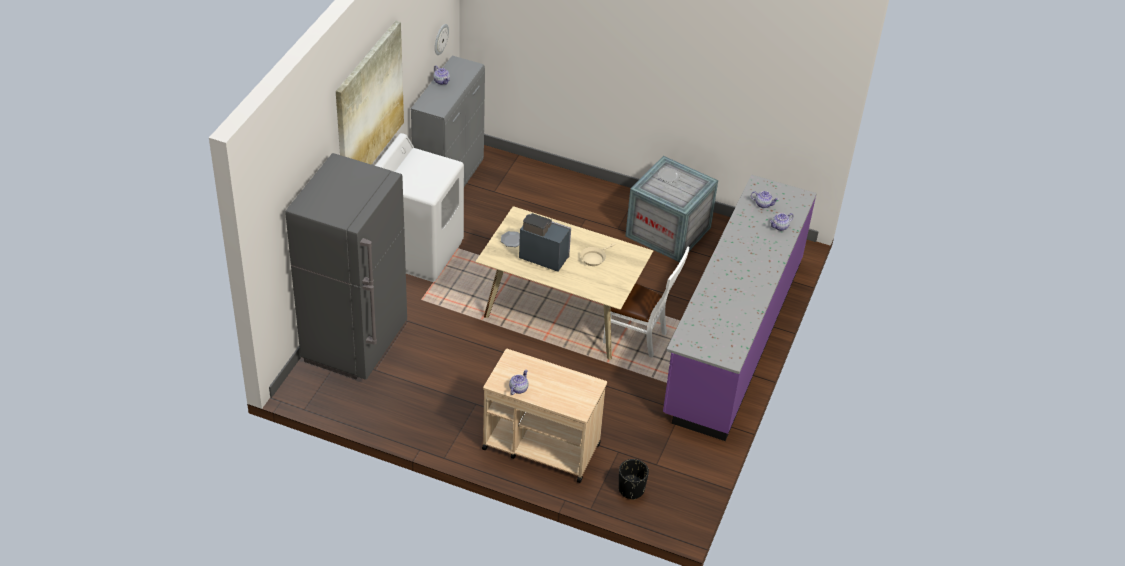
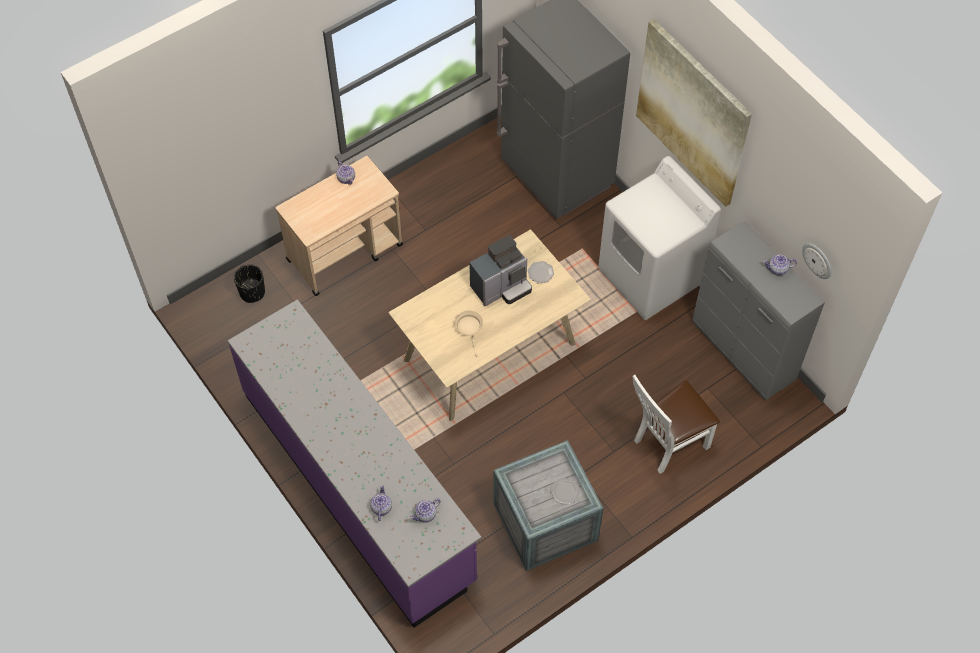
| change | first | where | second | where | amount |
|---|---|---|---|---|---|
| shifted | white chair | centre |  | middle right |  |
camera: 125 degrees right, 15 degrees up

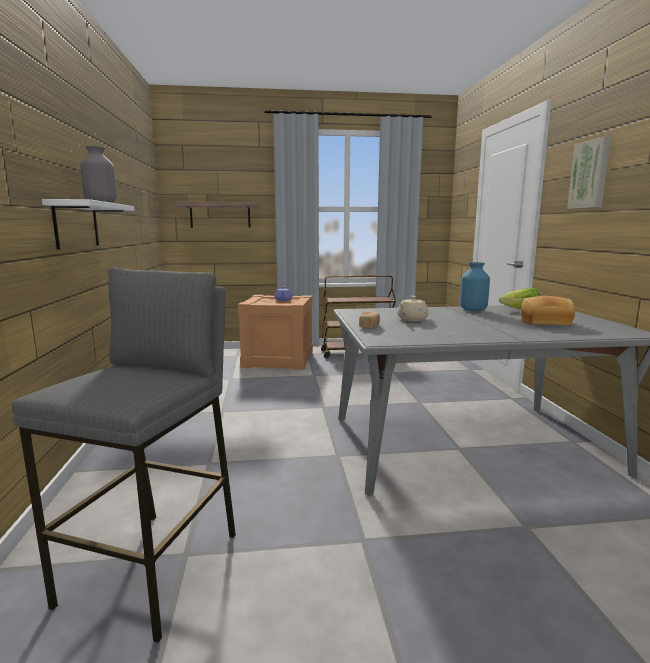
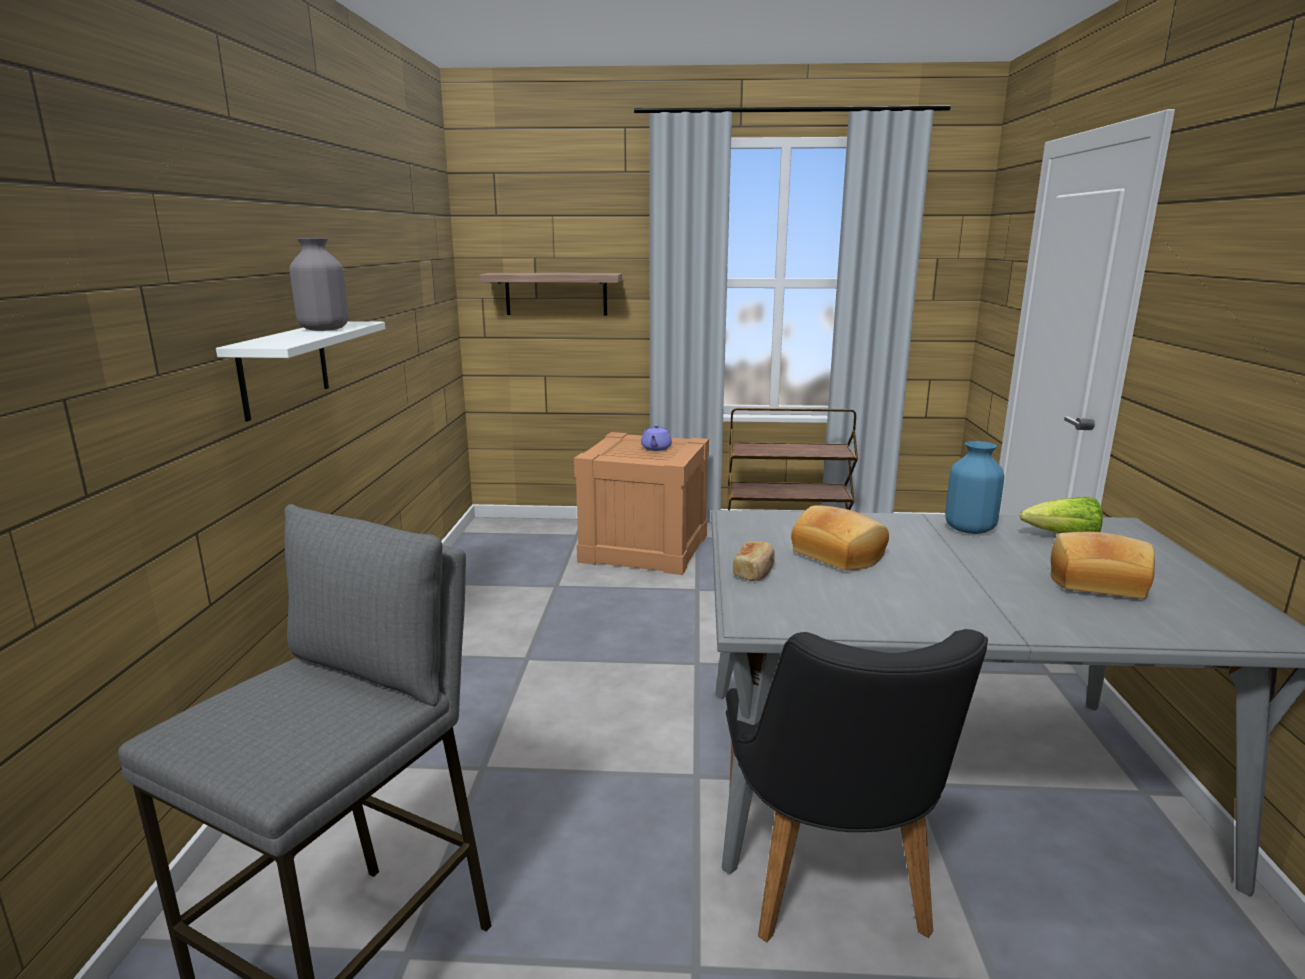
| change | first | where | second | where | amount |
|---|---|---|---|---|---|
| new |  |  | black chair | bottom centre |  |
| swapped | beige teapot | centre | bread (no. 2 from left) | centre |  |
| gone | picture | top right |  |  |  |
camera: 10 degrees right, 5 degrees up

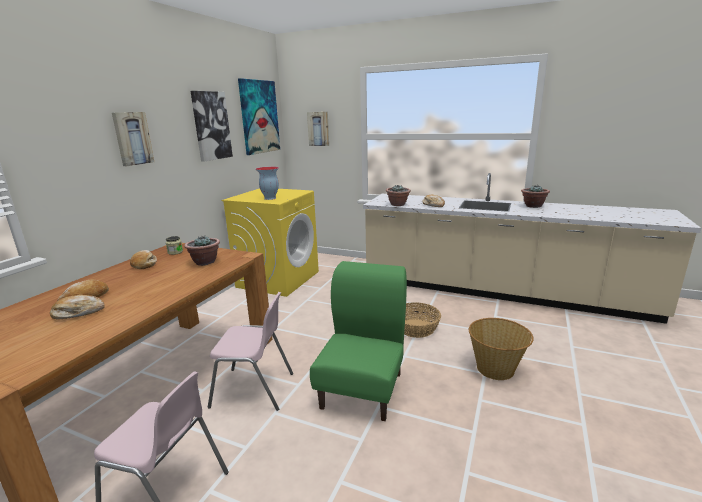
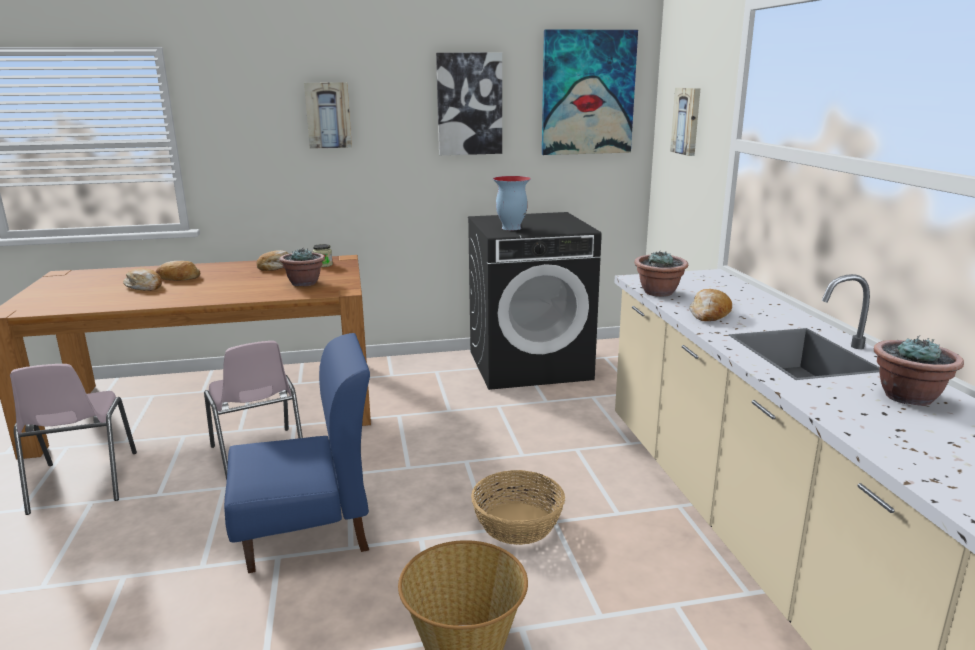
| change | first | where | second | where | amount |
|---|---|---|---|---|---|
| repainted | green chair | bottom centre | blue chair | bottom left |  |
| repainted | yellow washing machine | centre | black washing machine | centre |  |
camera: 55 degrees right, 0 degrees up

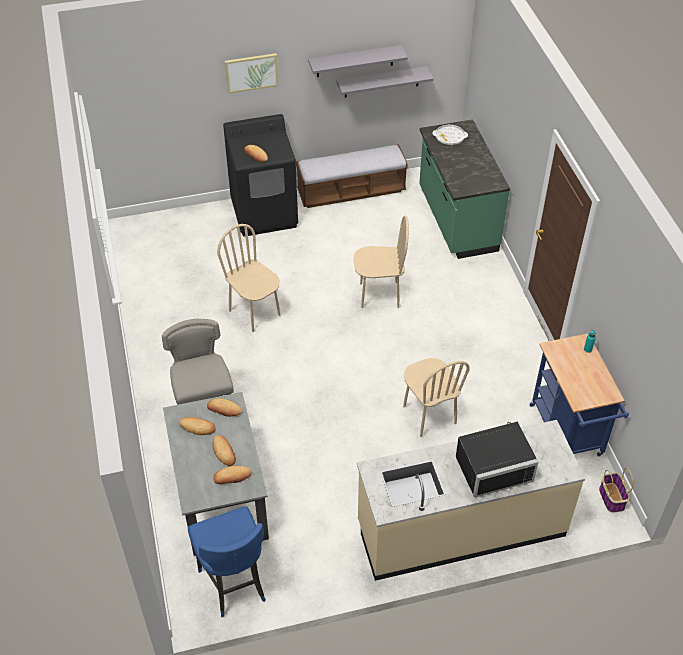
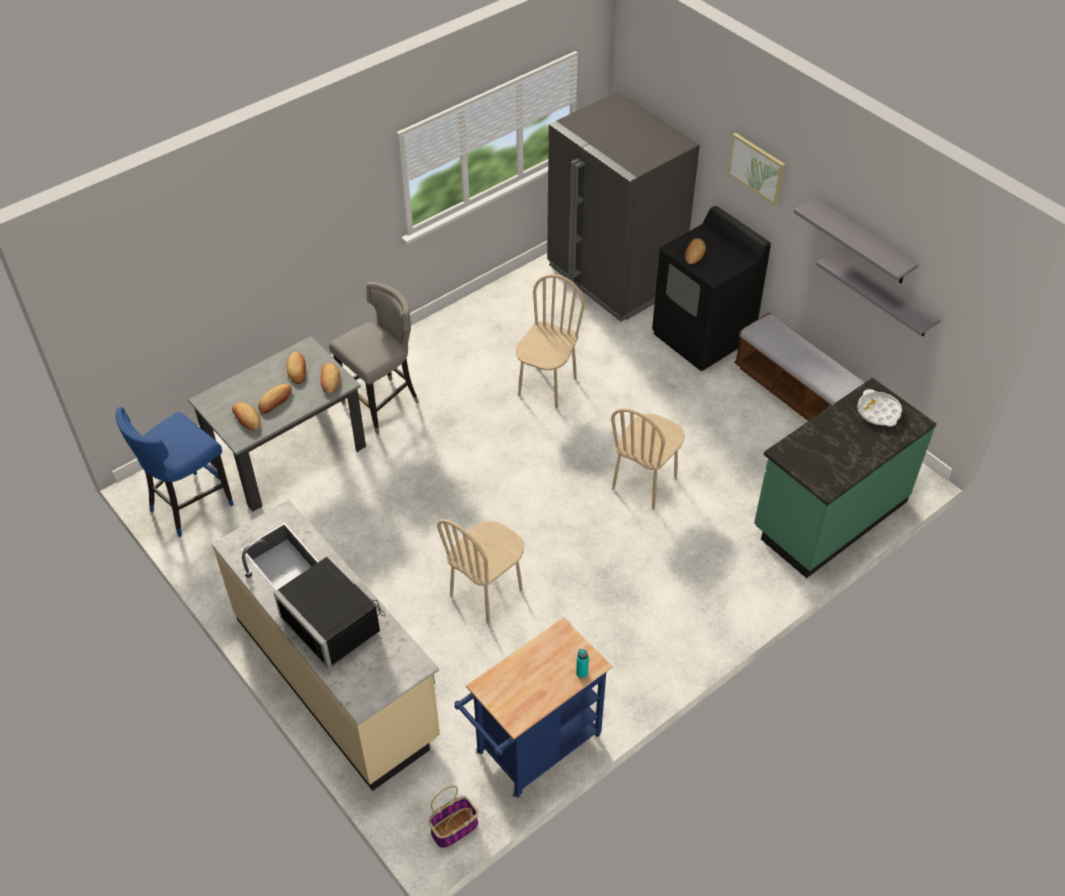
| change | first | where | second | where | amount |
|---|---|---|---|---|---|
| new |  |  | grey fridge | top centre |  |
| rotated | beige chair (no. 2 from left in the first image) | centre | beige chair (no. 3 from left) | centre | 60 degrees clockwise |
camera: 65 degrees right, 0 degrees up

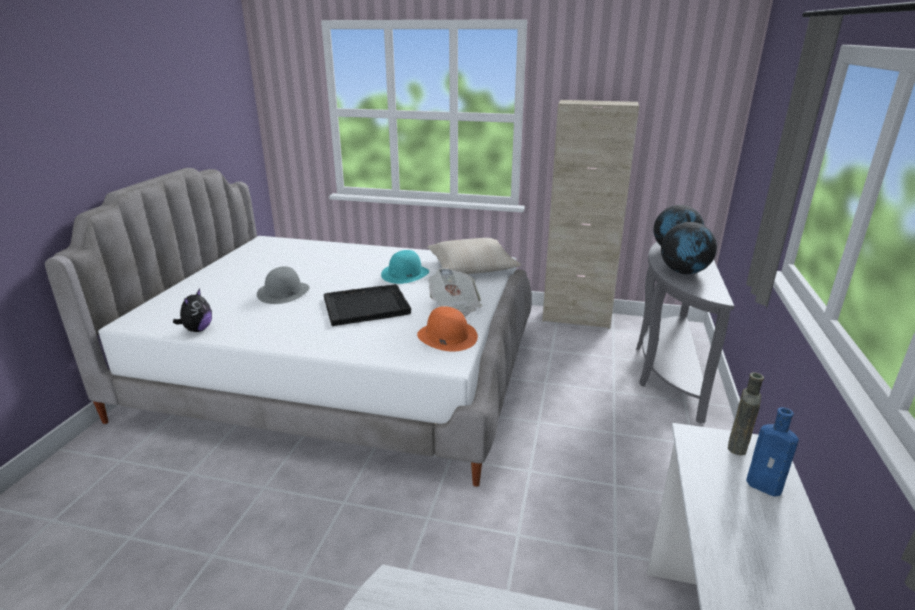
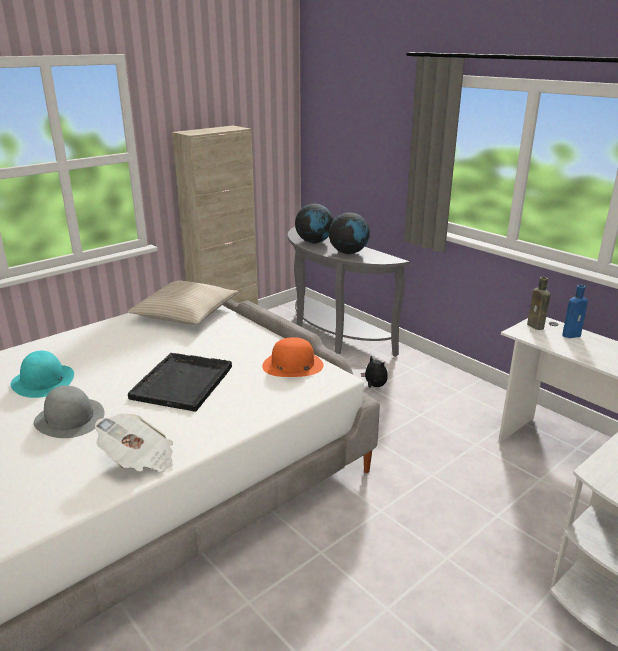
| change | first | where | second | where | amount |
|---|---|---|---|---|---|
| shifted | turquoise hat | centre |  | middle left |  |
| shifted | newspaper | centre |  | bottom left |  |
| shifted | plush toy | middle left |  | centre |  |
camera: 55 degrees left, 0 degrees up

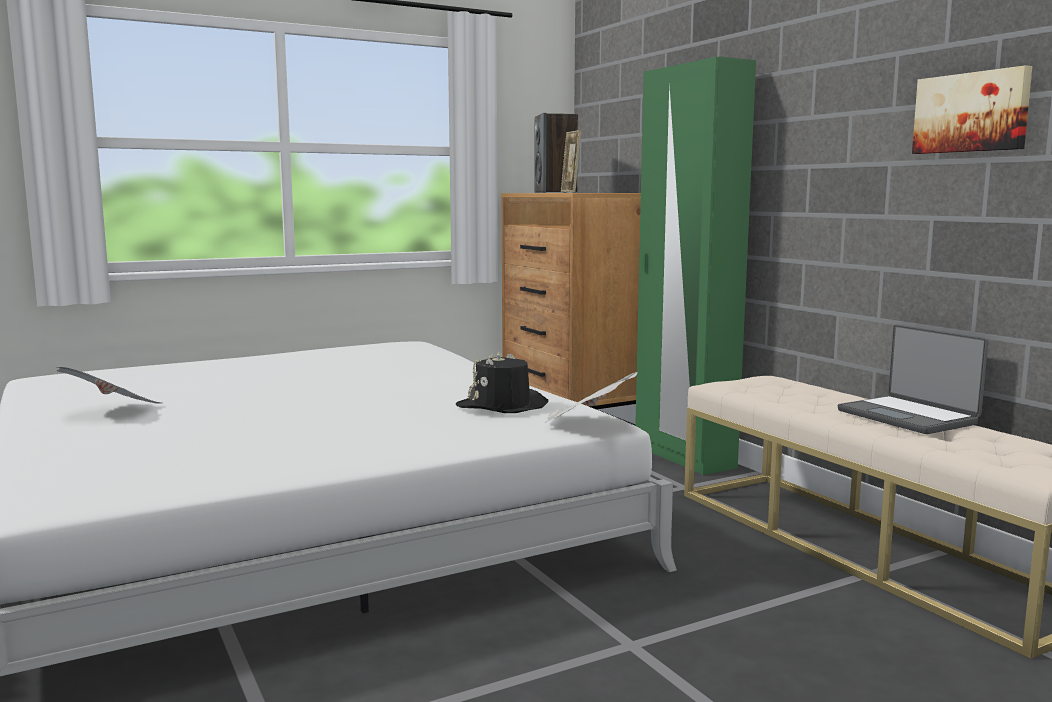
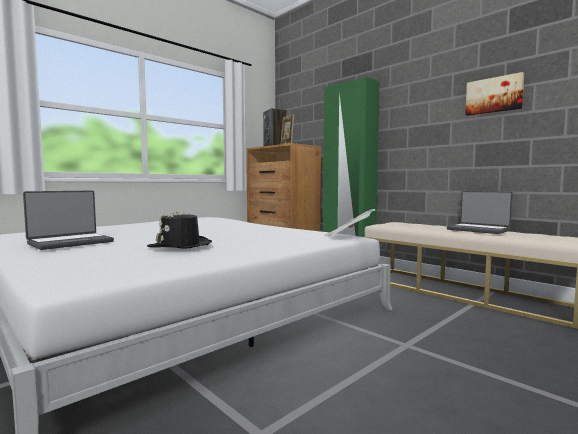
| change | first | where | second | where | amount |
|---|---|---|---|---|---|
| swapped | newspaper (no. 1 from left) | middle left | laptop (no. 1 from left) | middle left |  |
| shifted | black hat | centre |  | middle left |  |
camera: 15 degrees left, 5 degrees down

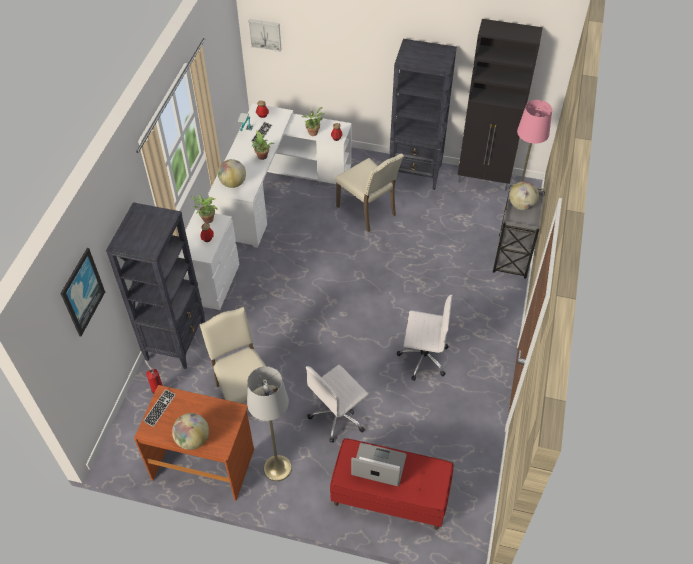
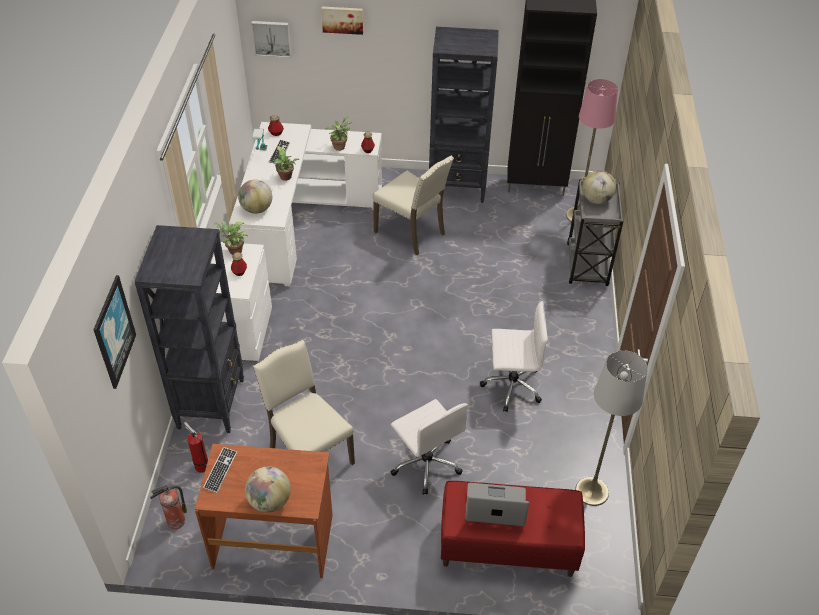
| change | first | where | second | where | amount |
|---|---|---|---|---|---|
| new |  |  | fire extinguisher (no. 1 from left) | bottom left |  |
| new |  |  | picture (no. 3 from left) | top centre |  |
| rotated | white office chair (no. 1 from left) | bottom centre |  | bottom centre | 75 degrees counterclockwise |
| shifted | grey floor lamp | bottom centre |  | bottom right |  |
camera: 10 degrees left, 5 degrees down

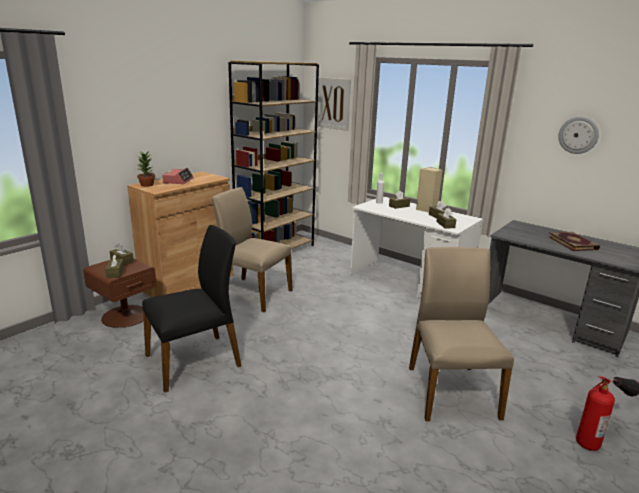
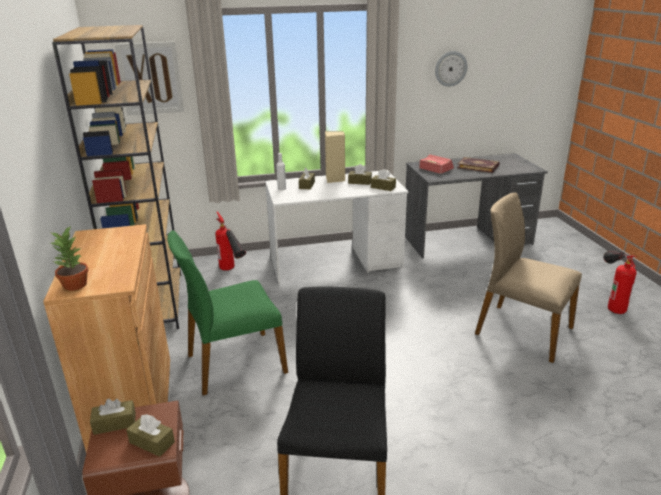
| change | first | where | second | where | amount |
|---|---|---|---|---|---|
| repainted | beige chair (no. 1 from left) | centre | green chair | centre |  |
| new |  |  | fire extinguisher (no. 1 from left) | centre |  |
| shifted | alarm clock | middle left |  | top centre |  |
camera: 50 degrees left, 5 degrees up

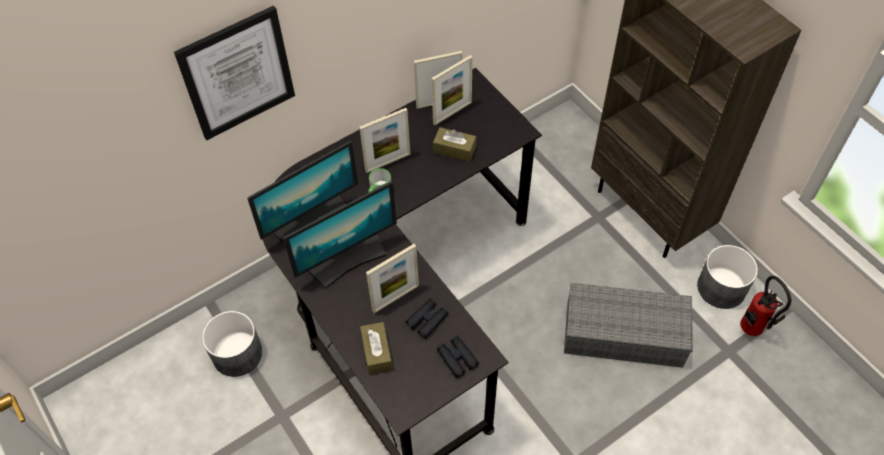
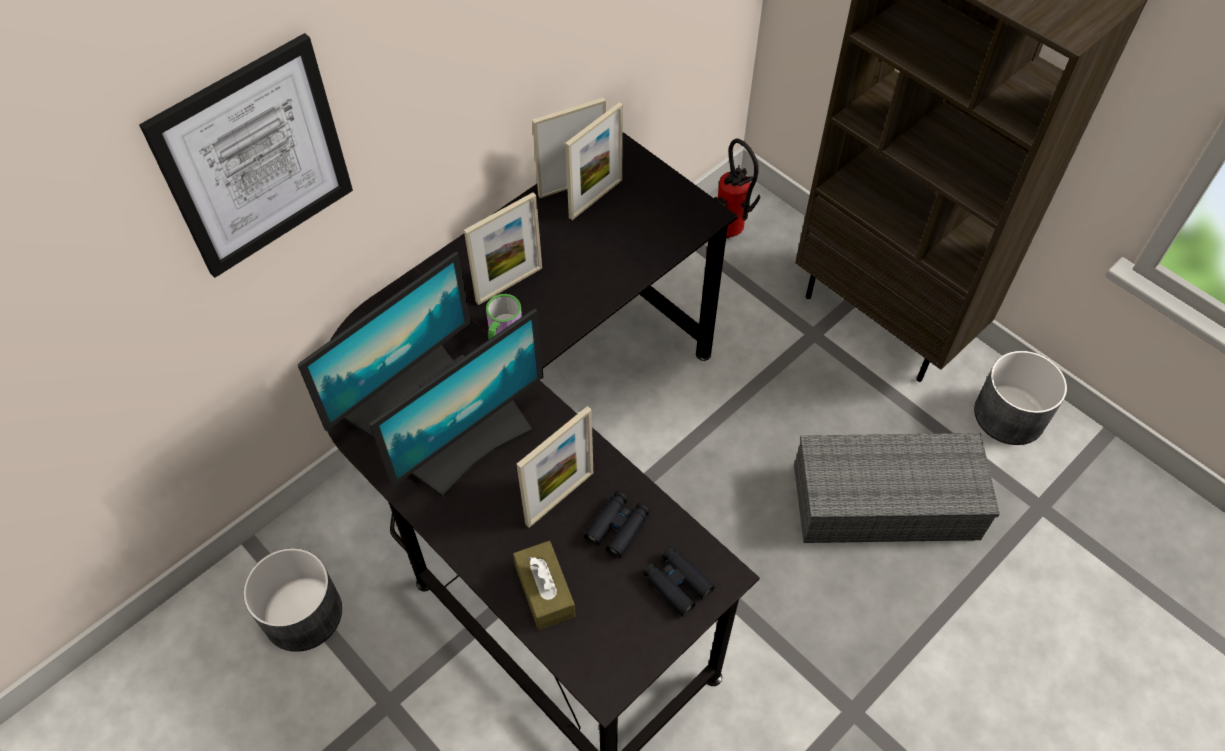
| change | first | where | second | where | amount |
|---|---|---|---|---|---|
| shifted | fire extinguisher | bottom right |  | top centre |  |
| gone | brown tissue box (no. 2 from left) | top centre |  |  |  |
camera: 10 degrees left, 0 degrees up

